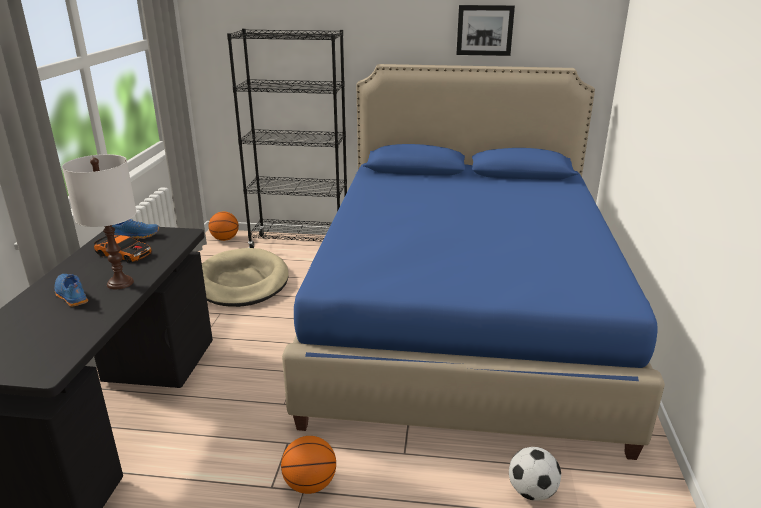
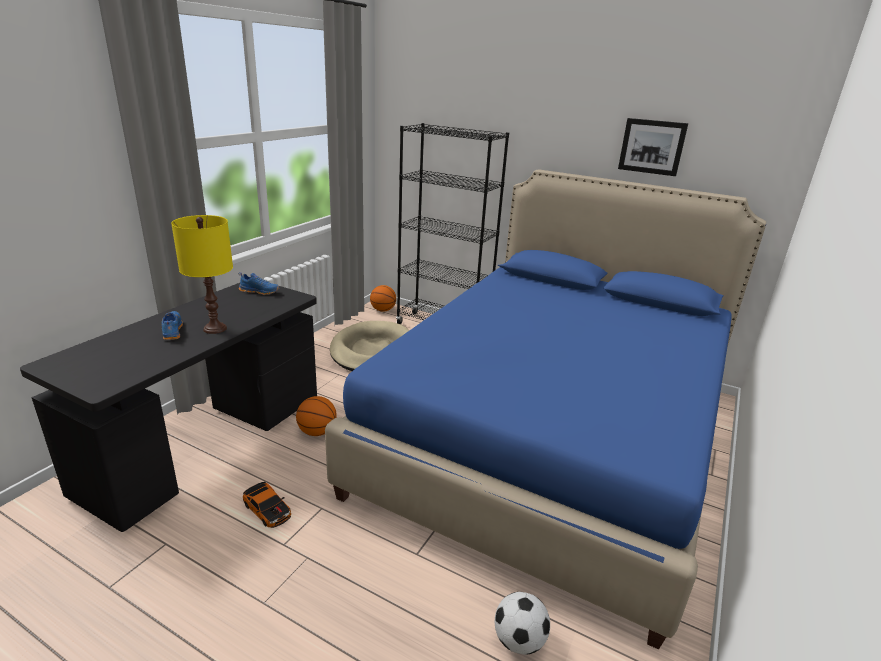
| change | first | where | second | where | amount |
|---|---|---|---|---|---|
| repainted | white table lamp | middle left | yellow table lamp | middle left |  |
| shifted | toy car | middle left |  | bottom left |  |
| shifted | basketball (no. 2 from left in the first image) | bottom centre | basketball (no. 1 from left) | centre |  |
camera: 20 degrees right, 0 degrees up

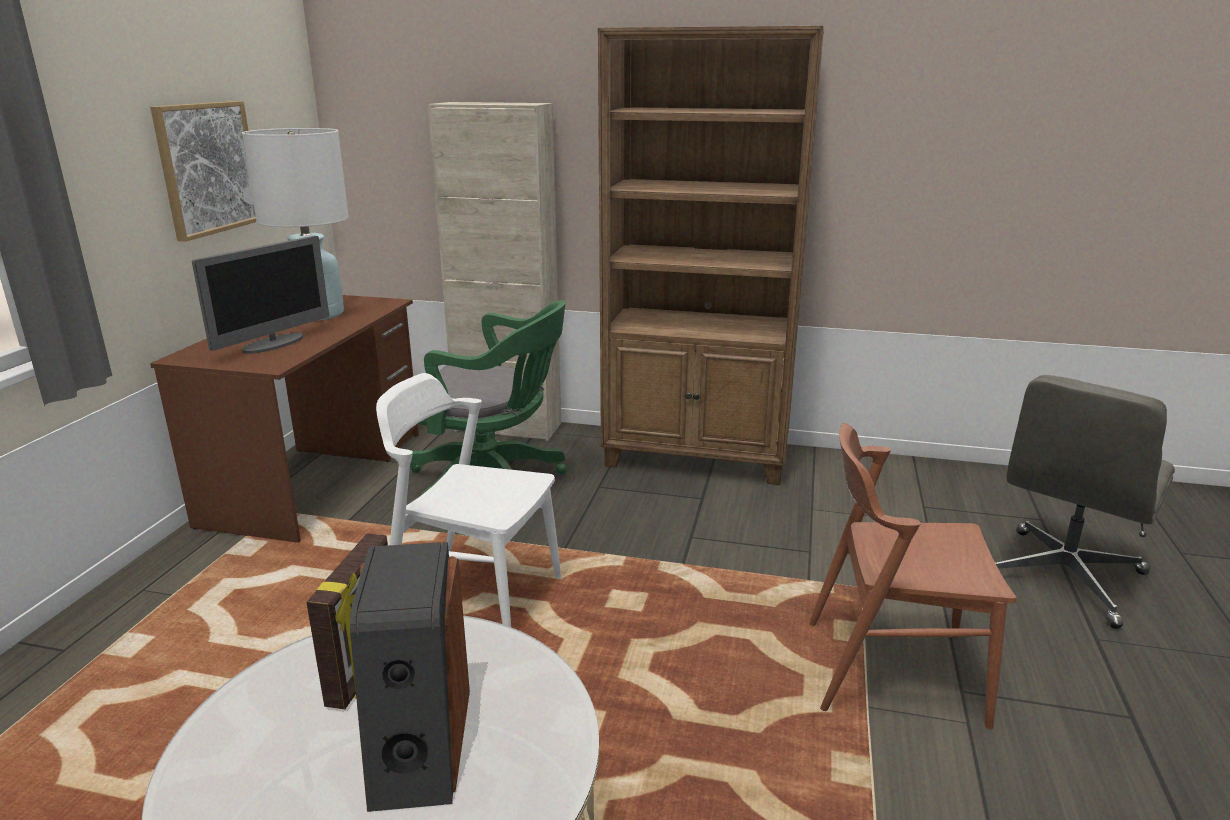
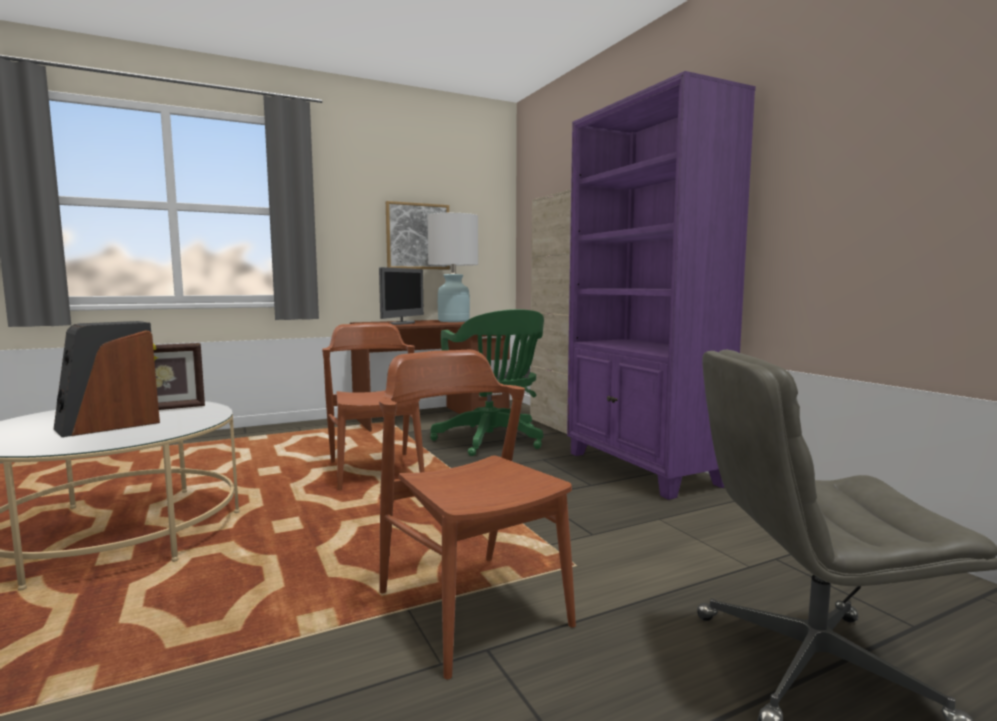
| change | first | where | second | where | amount |
|---|---|---|---|---|---|
| repainted | white chair | centre | brown chair (no. 1 from left) | centre |  |
| rotated | monitor | middle left |  | centre | 60 degrees counterclockwise |
| repainted | brown bookcase | top centre | purple bookcase | centre |  |
camera: 50 degrees right, 15 degrees down

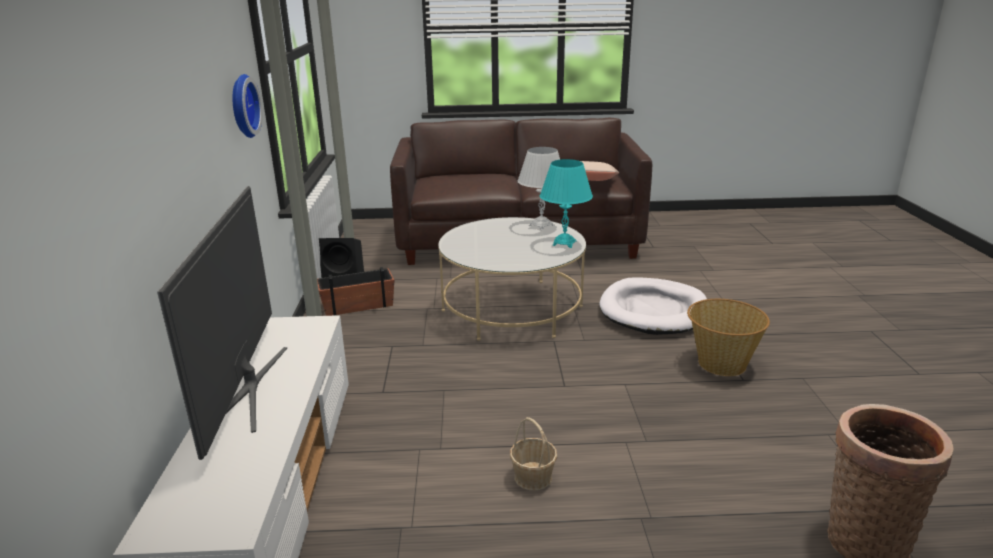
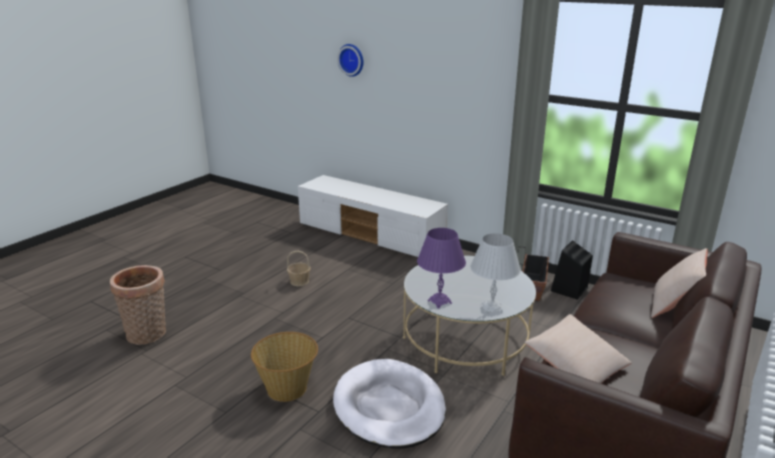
| change | first | where | second | where | amount |
|---|---|---|---|---|---|
| shifted | wall clock | top left |  | top centre |  |
| repainted | turquoise table lamp | centre | purple table lamp | centre |  |
| new |  |  | beige pillow (no. 2 from left) | middle right |  |
| gone | television | middle left |  |  |  |
camera: 125 degrees right, 0 degrees up

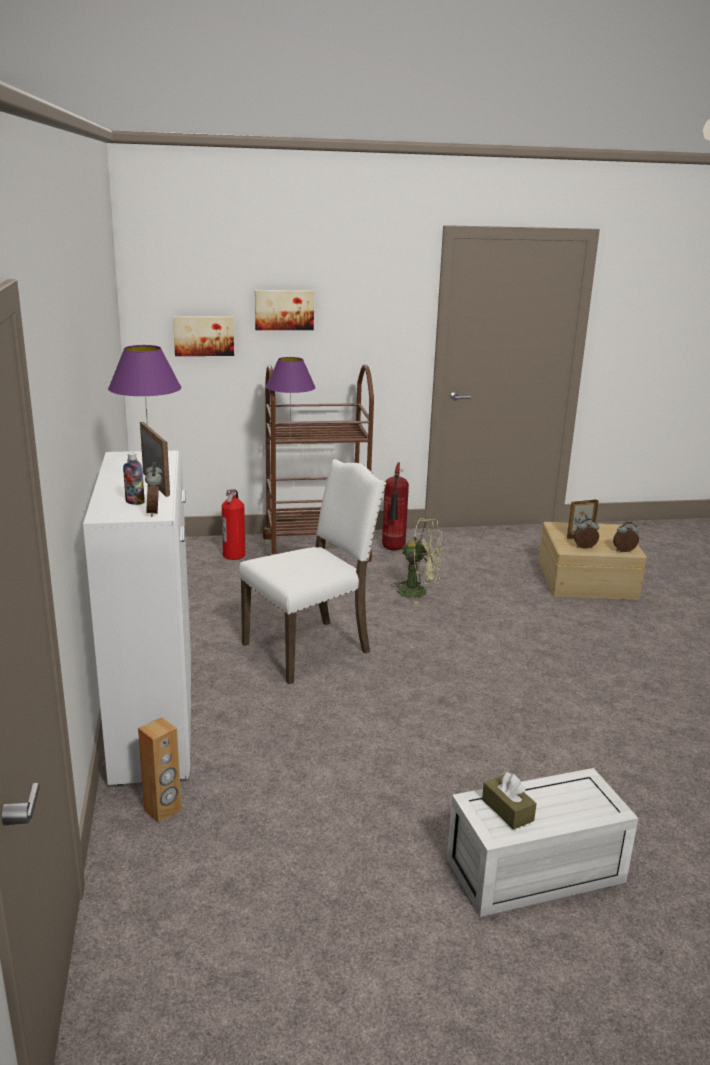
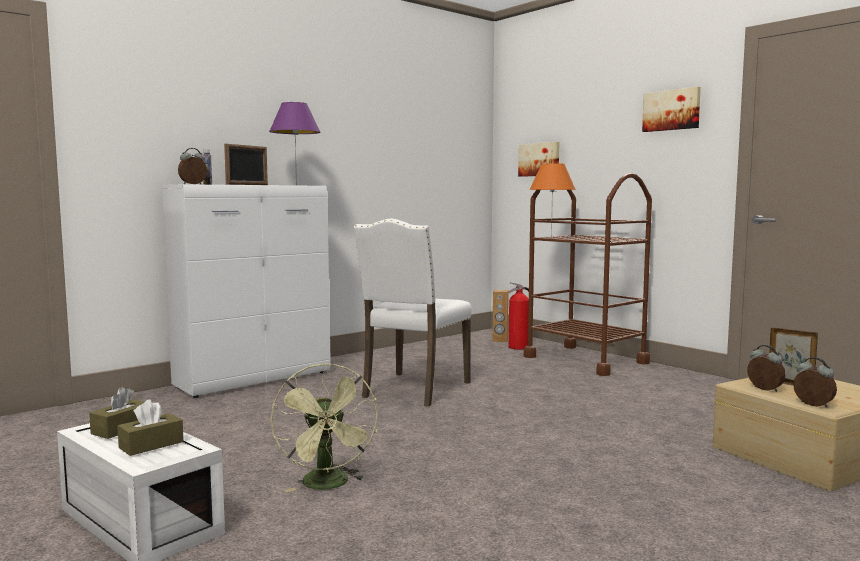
| change | first | where | second | where | amount |
|---|---|---|---|---|---|
| new |  |  | brown tissue box (no. 2 from left) | bottom left |  |
| shifted | green fan | centre |  | bottom centre |  |
| rotated | white chair | centre |  | centre | 90 degrees clockwise |
| shifted | brown speaker | bottom left |  | centre |  |
| repainted | purple table lamp (no. 2 from left) | centre | orange table lamp | centre |  |
| shifted | picture (no. 2 from left) | top centre |  | top right |  |
| gone | fire extinguisher (no. 2 from left) | centre |  |  |  |
camera: 60 degrees right, 15 degrees down

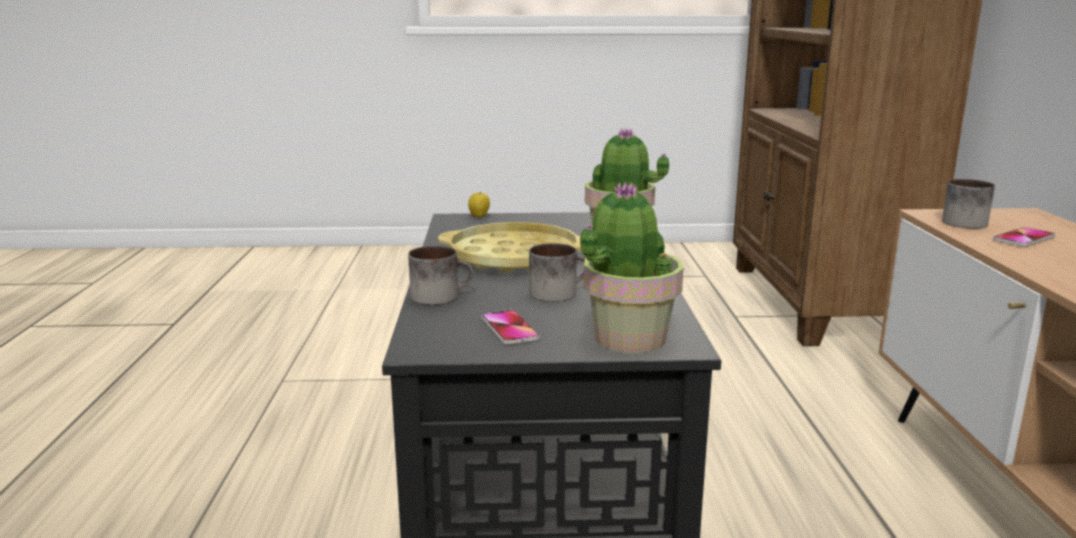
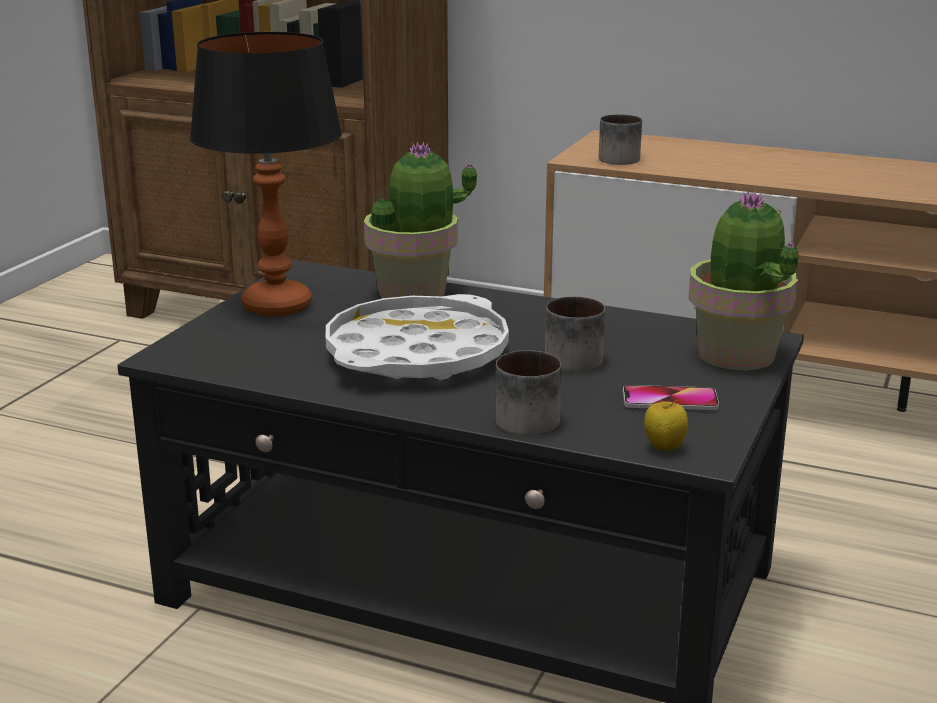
| change | first | where | second | where | amount |
|---|---|---|---|---|---|
| new |  |  | table lamp | top left |  |
| repainted | yellow tray | centre | white tray | centre |  |
| shifted | apple | centre |  | middle right |  |
| gone | phone (no. 2 from left) | middle right |  |  |  |
camera: 65 degrees left, 5 degrees up

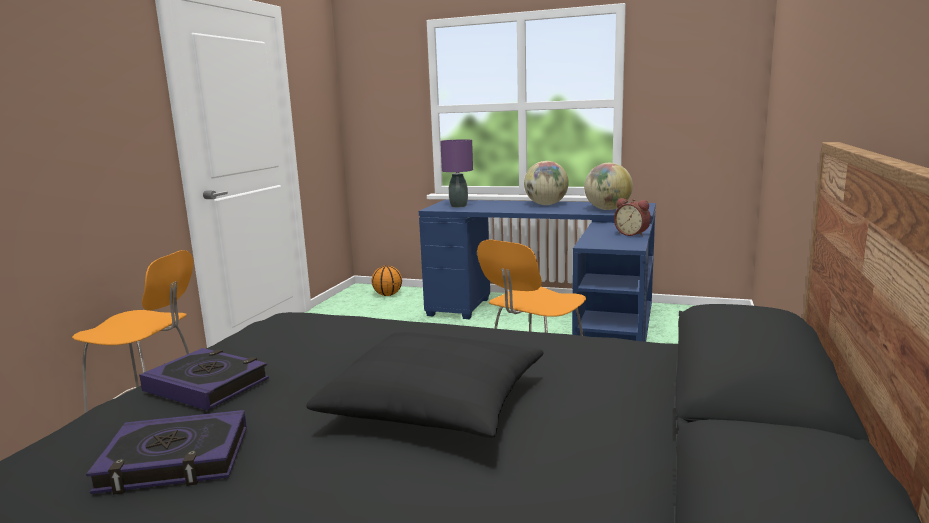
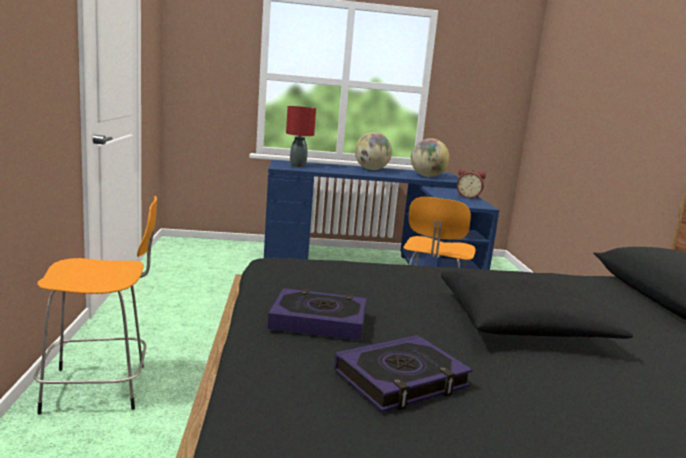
| change | first | where | second | where | amount |
|---|---|---|---|---|---|
| repainted | purple table lamp | top centre | red table lamp | top centre |  |
| gone | basketball | centre |  |  |  |
camera: 25 degrees left, 0 degrees up

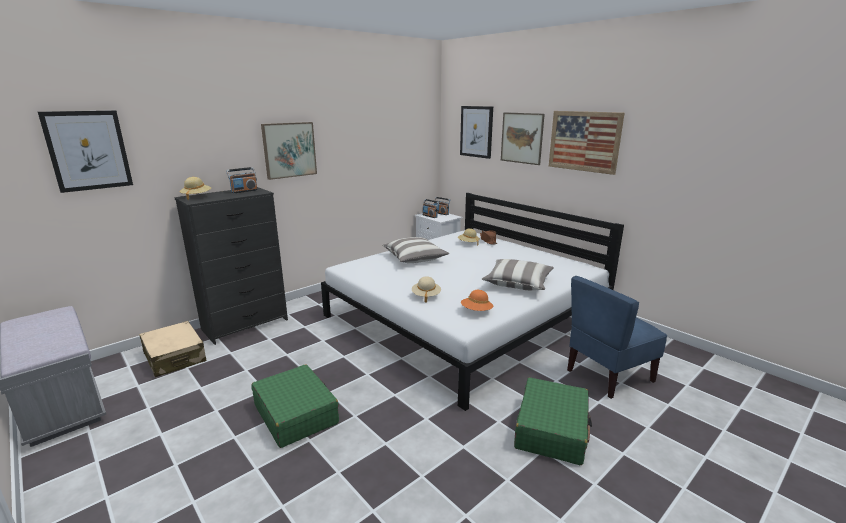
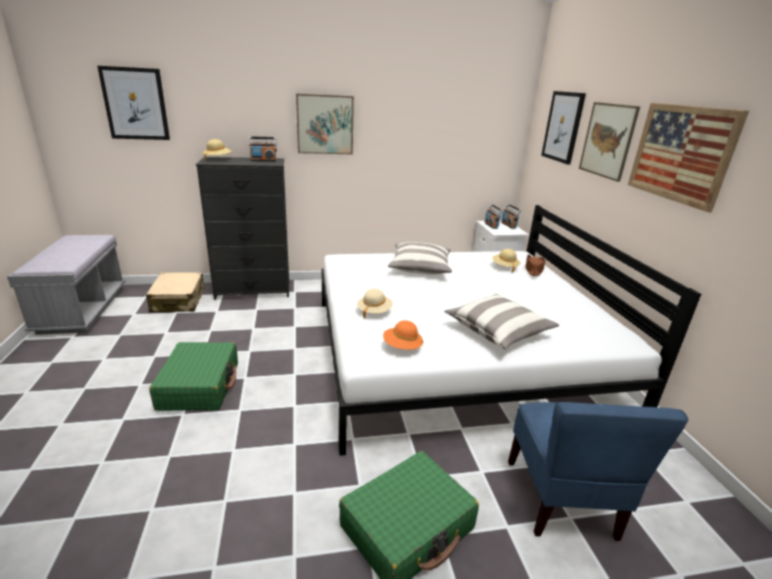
| change | first | where | second | where | amount |
|---|---|---|---|---|---|
| rotated | blue chair | middle right |  | bottom right | 90 degrees counterclockwise |
camera: 30 degrees right, 5 degrees up

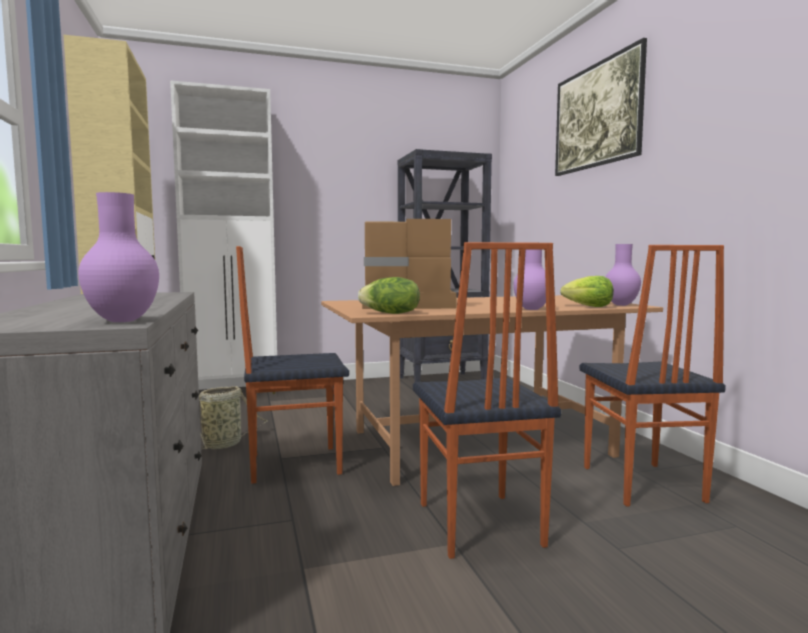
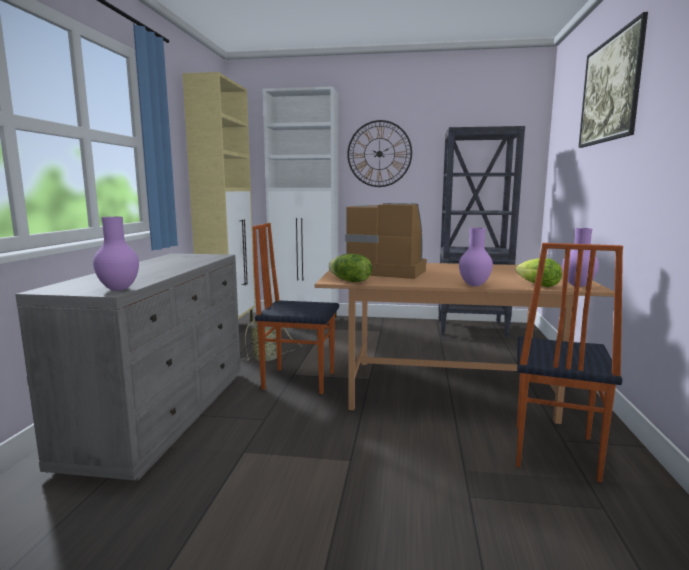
| change | first | where | second | where | amount |
|---|---|---|---|---|---|
| new |  |  | wall clock | top centre |  |
| gone | chair (no. 2 from left) | centre |  |  |  |
camera: 25 degrees right, 5 degrees up

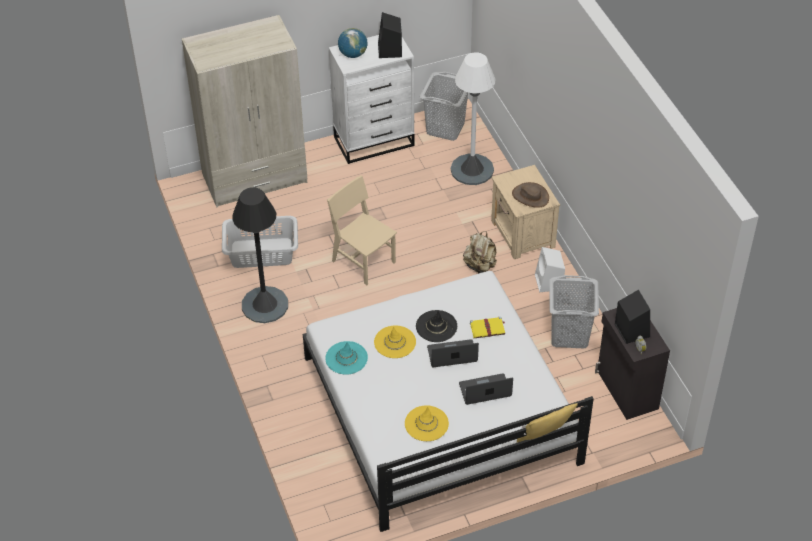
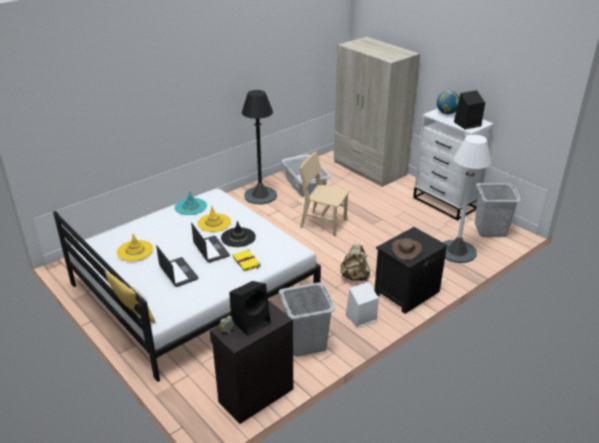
| change | first | where | second | where | amount |
|---|---|---|---|---|---|
| rotated | beige chair | centre |  | centre | 90 degrees counterclockwise |
| repainted | beige nightstand | centre | black nightstand | middle right |  |
camera: 70 degrees right, 15 degrees down

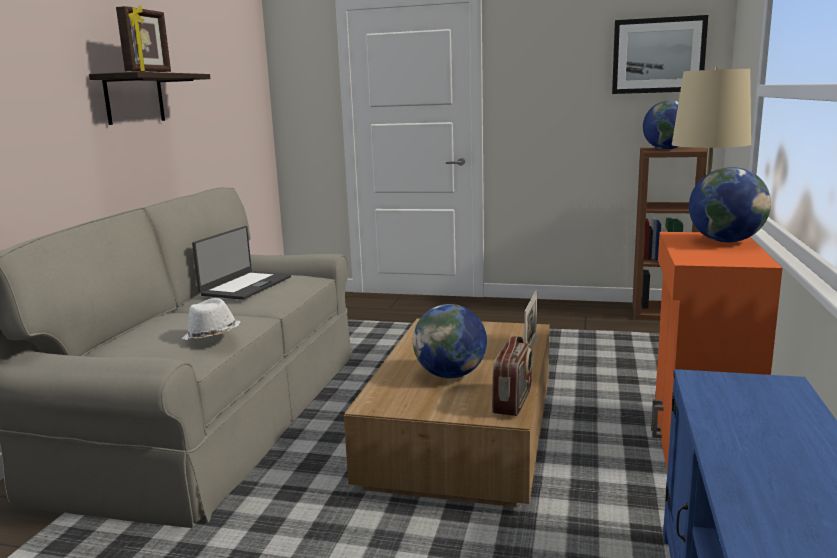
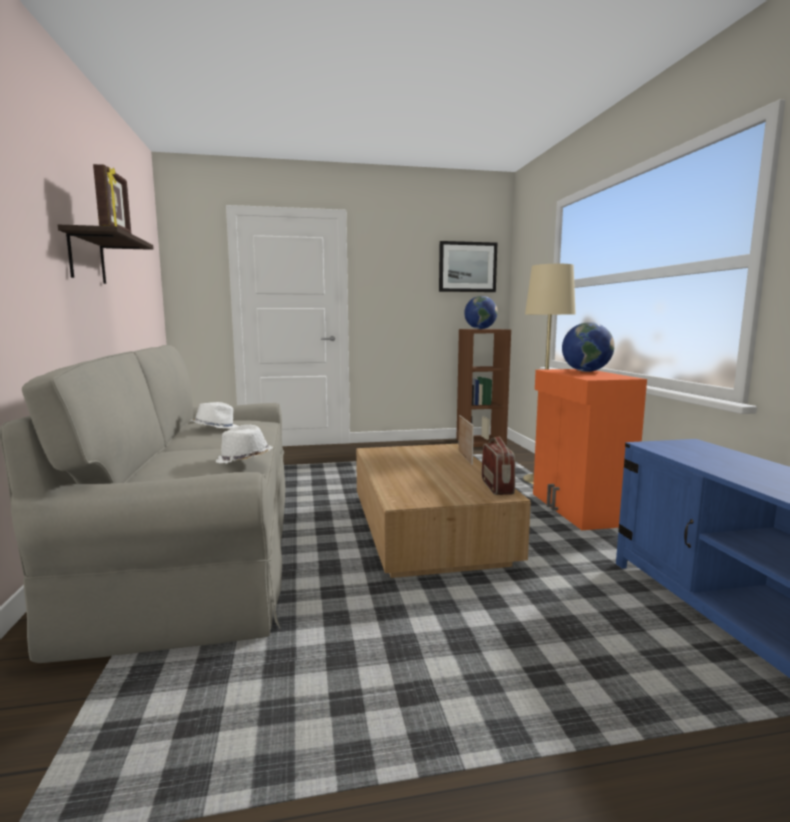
| change | first | where | second | where | amount |
|---|---|---|---|---|---|
| swapped | laptop | middle left | white hat (no. 1 from left) | middle left |  |
| gone | globe (no. 1 from left) | centre |  |  |  |
camera: 25 degrees left, 5 degrees down

